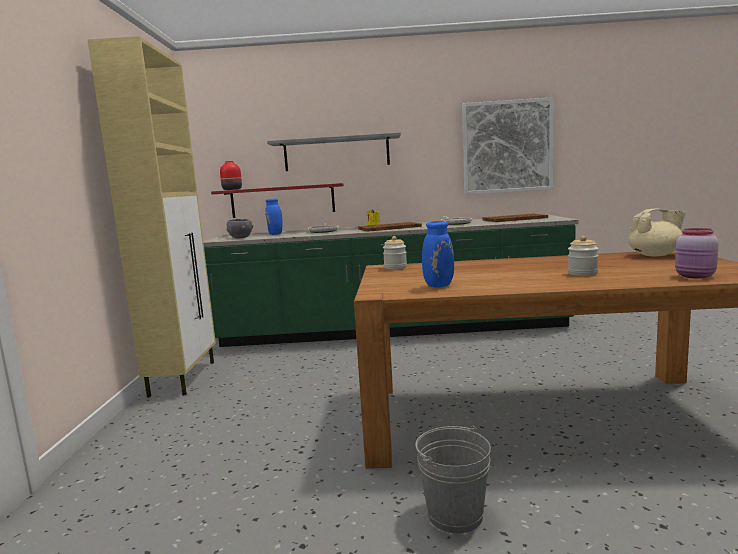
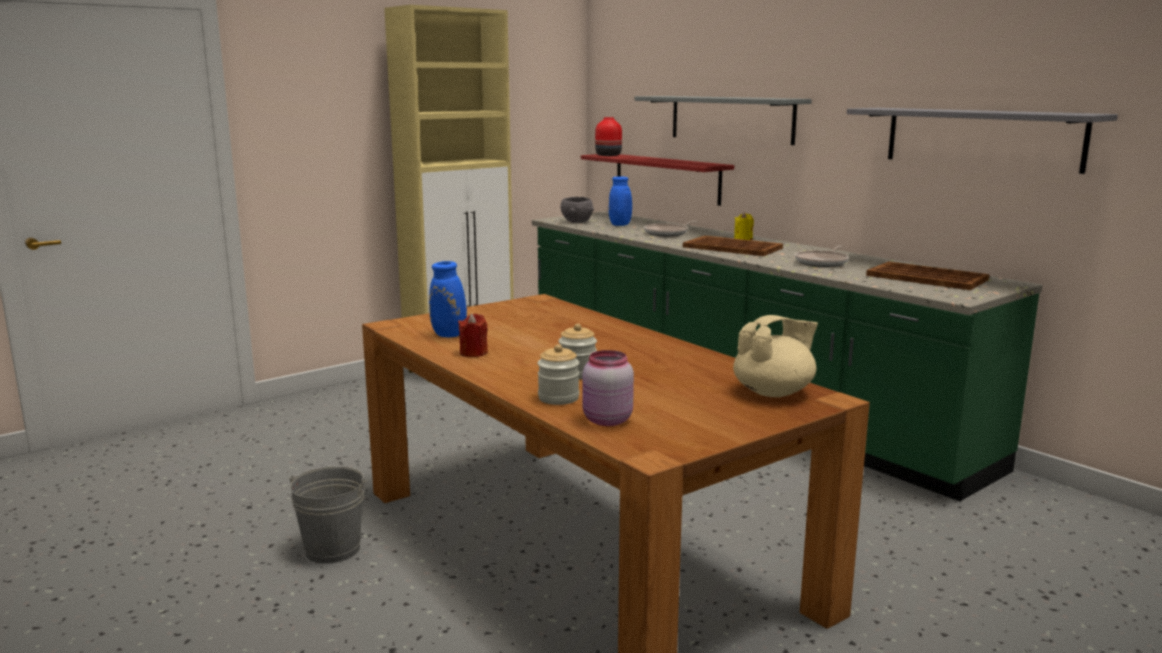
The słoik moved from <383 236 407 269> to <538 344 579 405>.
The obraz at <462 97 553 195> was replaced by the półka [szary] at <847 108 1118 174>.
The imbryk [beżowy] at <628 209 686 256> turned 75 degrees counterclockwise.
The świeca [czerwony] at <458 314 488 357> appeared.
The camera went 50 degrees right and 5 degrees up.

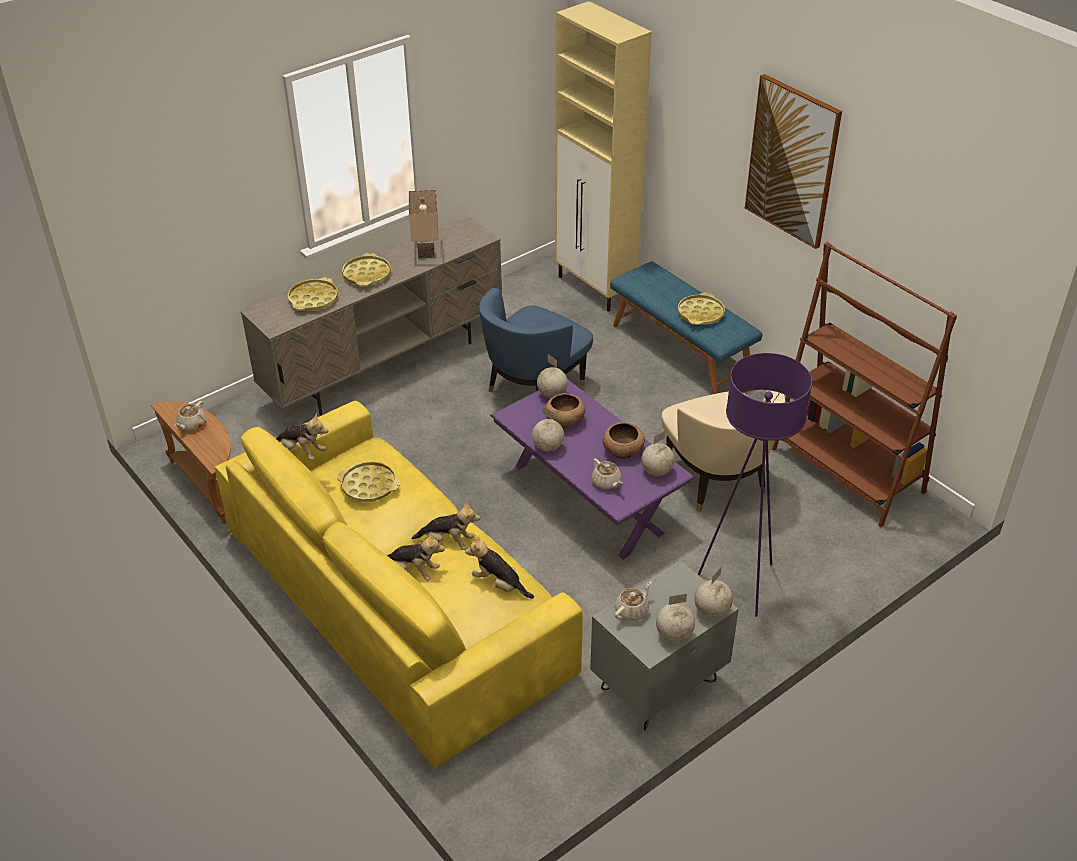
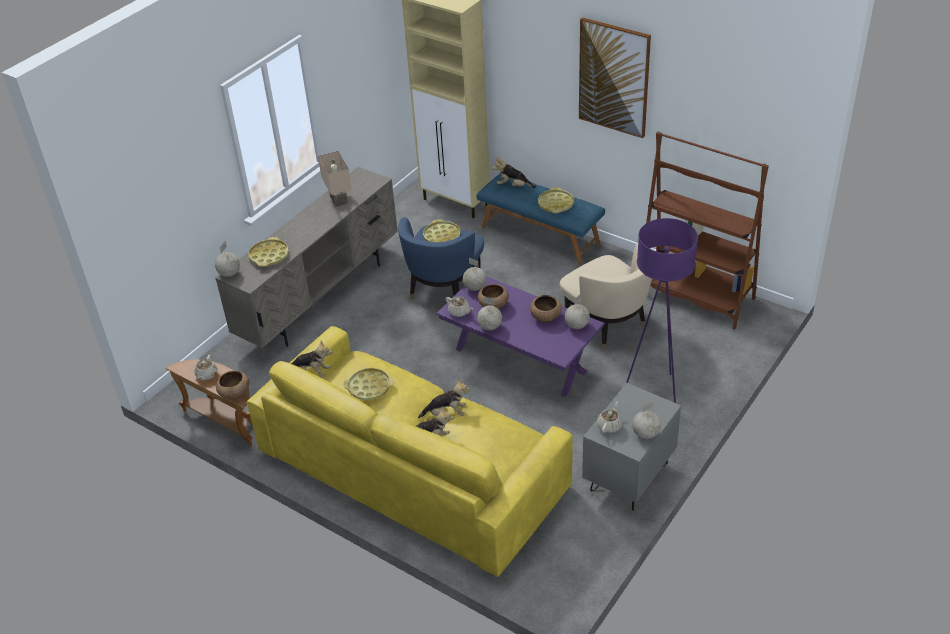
The taca [żółty] moved from <342 253 391 286> to <423 219 460 242>.
The pluszak moved from <465 535 534 599> to <492 157 536 188>.
The imbryk [beżowy] moved from <592 458 623 489> to <446 297 473 317>.
The globus moved from <694 567 733 618> to <215 241 240 277>.
The miska [brązowy] at <216 370 249 400> appeared.
The camera went 15 degrees left and 0 degrees up.

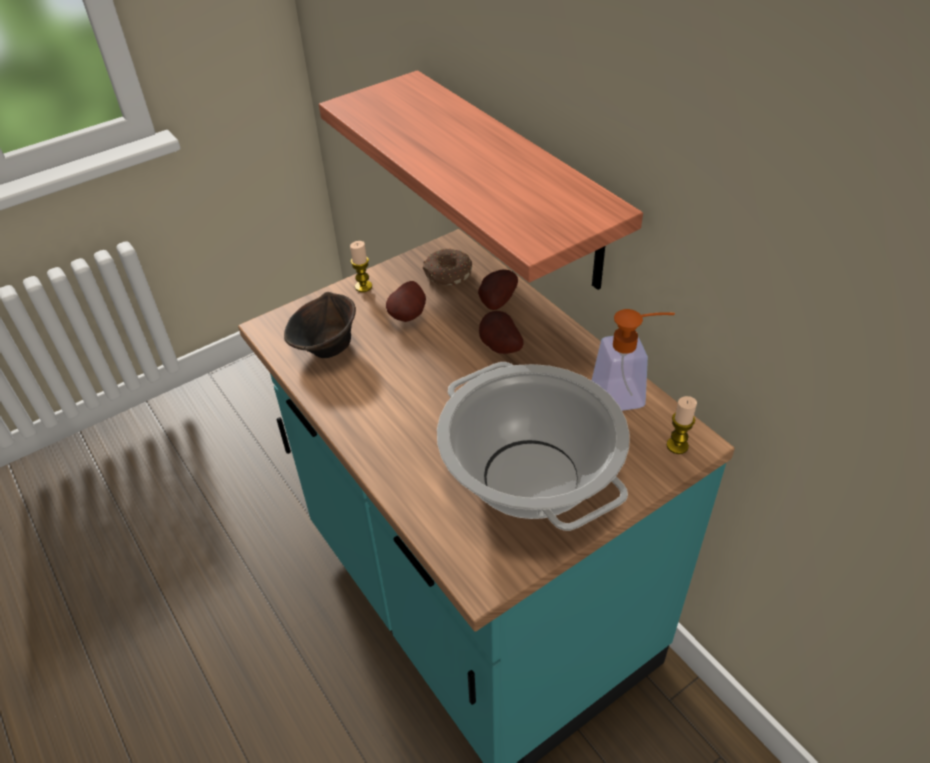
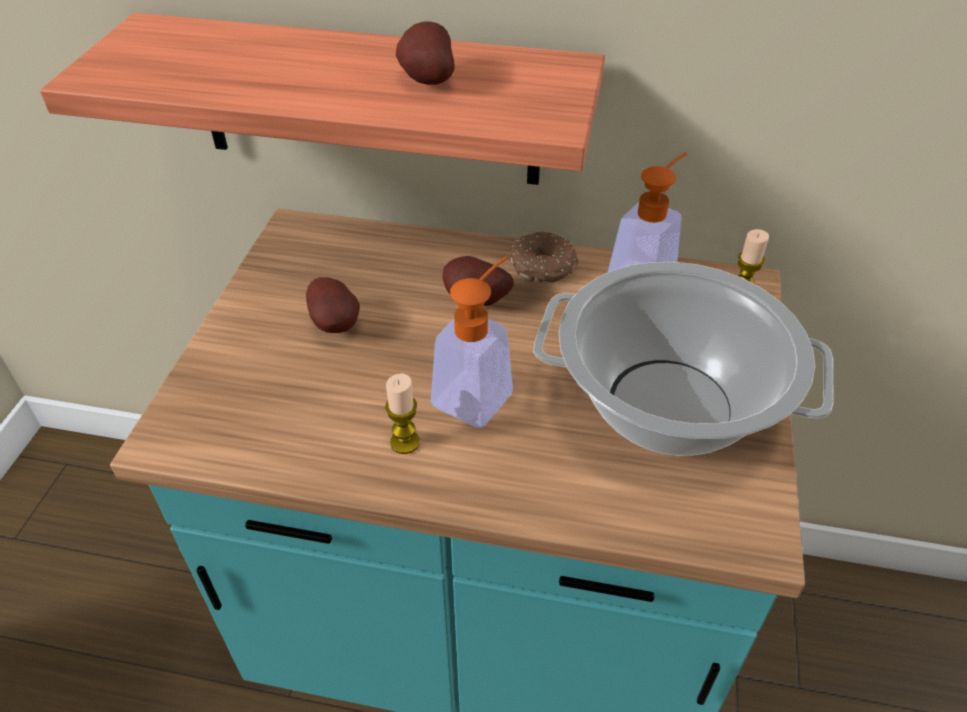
The miska [brązowy] at <284 292 356 358> disappeared.
The świeca moved from <350 241 372 292> to <385 373 420 454>.
The donut moved from <423 248 472 285> to <509 231 578 283>.
The ziemniak moved from <478 269 518 310> to <396 22 455 85>.
The dozownik mydła at <431 256 513 428> appeared.
The camera went 45 degrees left and 0 degrees up.

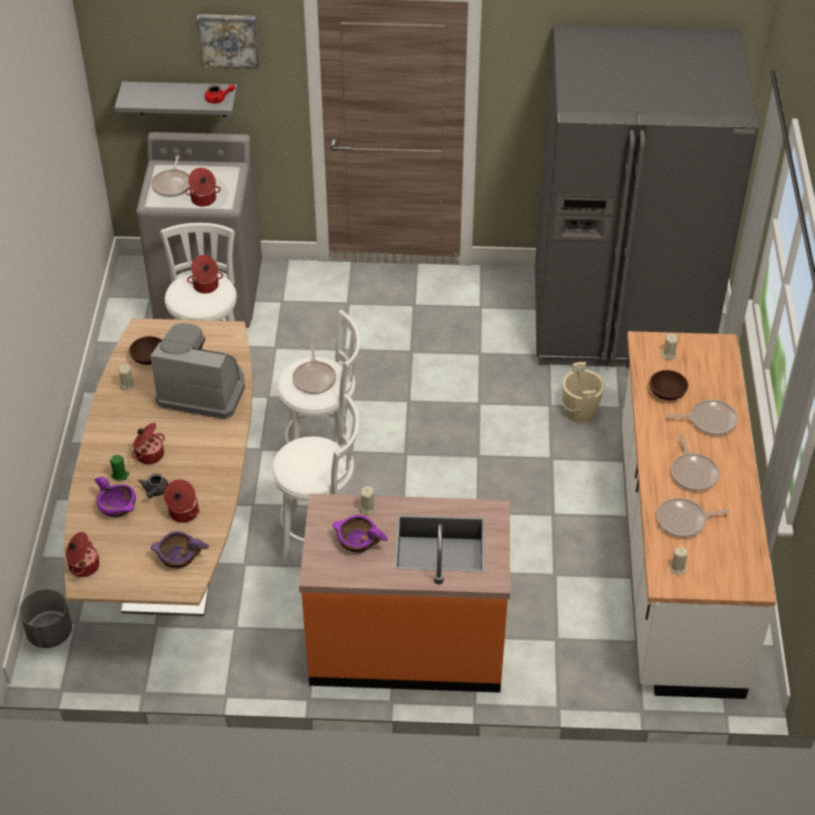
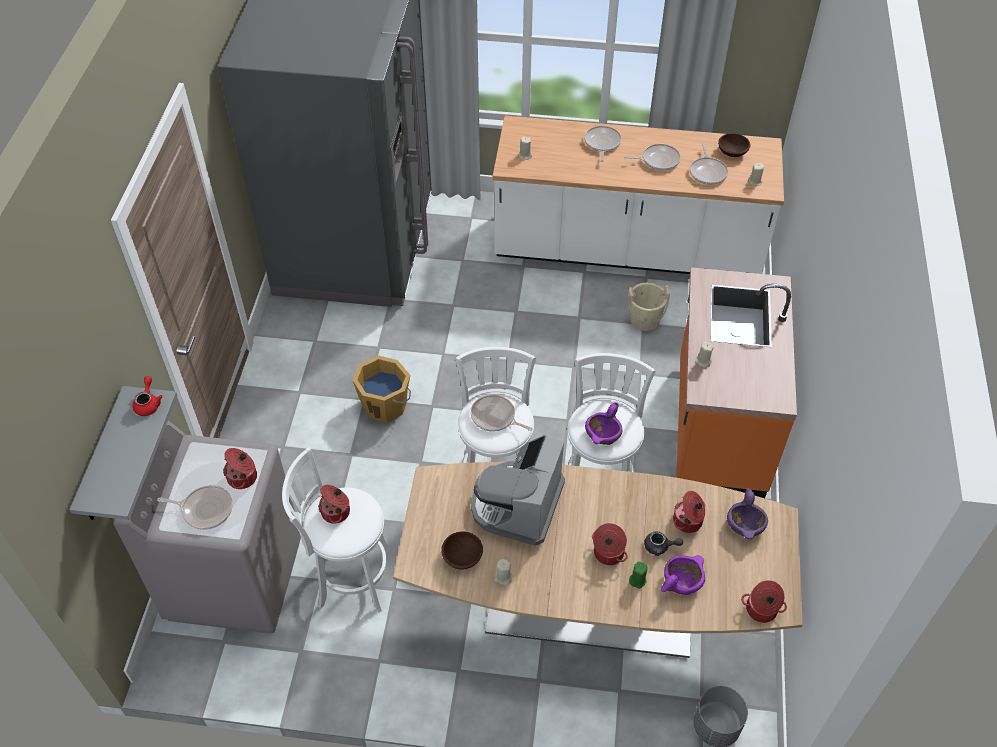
The obraz at <196 14 259 69> disappeared.
The patelnia at <292 344 336 394> turned 150 degrees counterclockwise.
The miska [fioletowy] moved from <332 515 388 553> to <585 403 623 445>.
The wiadro [beżowy] moved from <561 362 605 423> to <627 282 670 331>.
The miska [brązowy] moved from <650 370 688 400> to <718 133 751 157>.
The wiadro [pomarańczowy] at <353 355 411 423> appeared.
The camera went 85 degrees left and 5 degrees up.

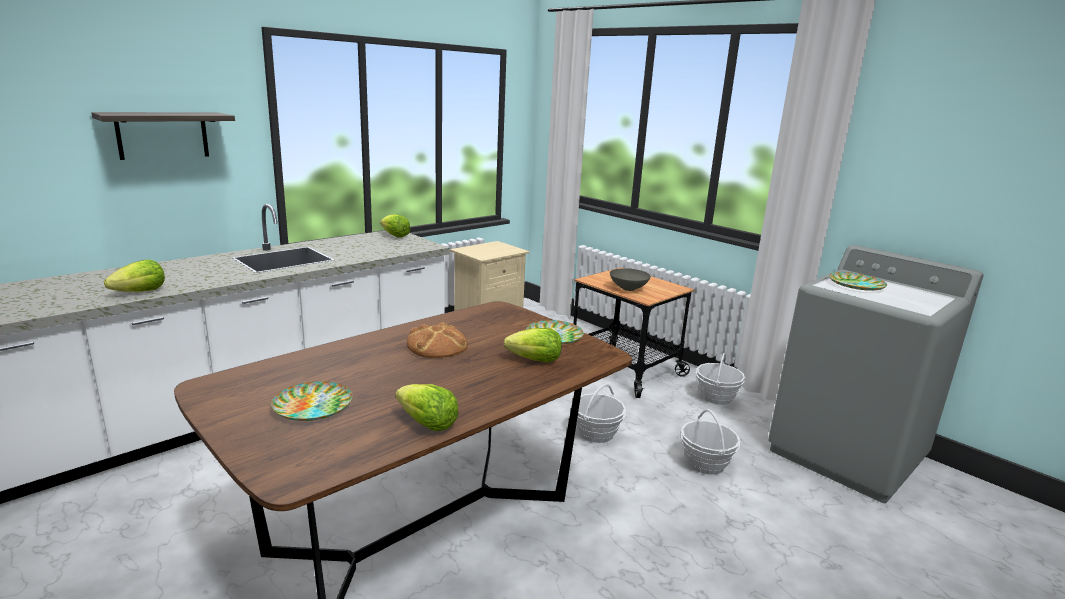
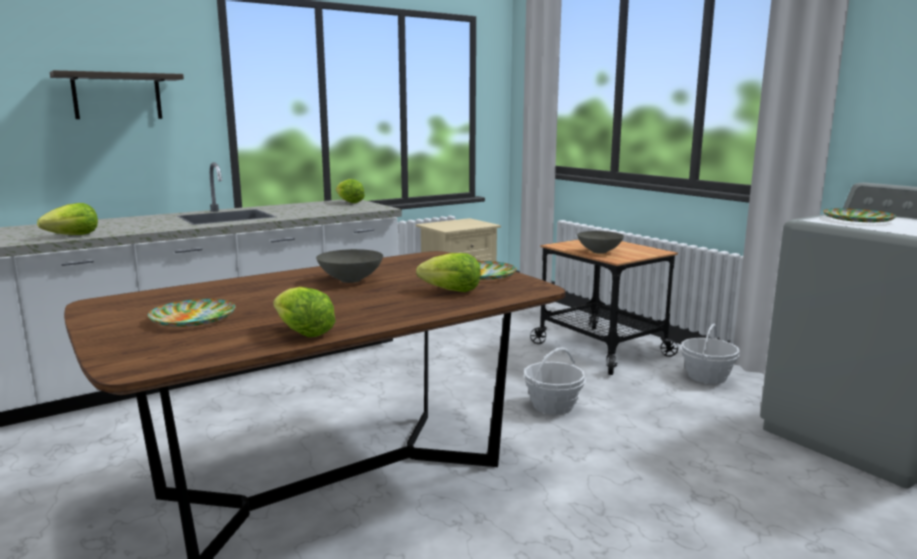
The chleb at <407 322 468 358> was replaced by the miska [szary] at <316 249 383 283>.
The koszyk at <680 409 740 475> disappeared.
The camera went 10 degrees right and 5 degrees down.

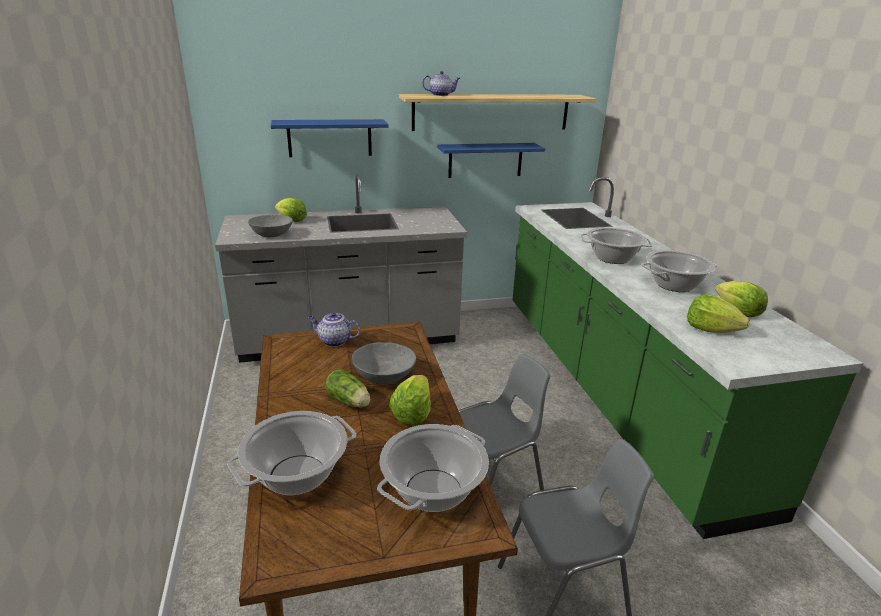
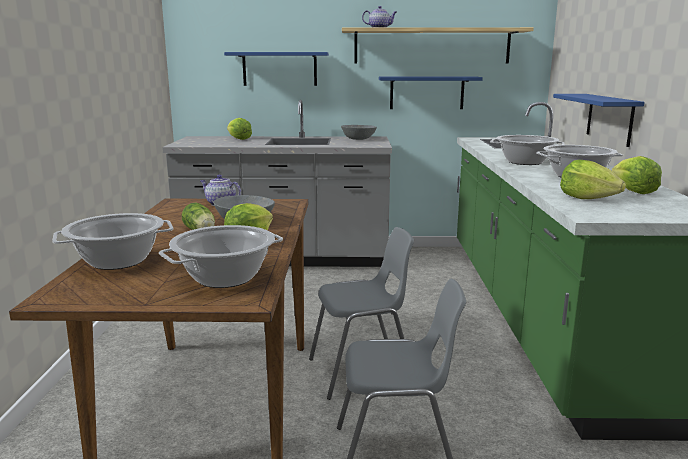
The miska [szary] moved from <248 215 293 237> to <341 125 377 140>.
The półka [niebieski] at <553 94 645 147> appeared.
The camera went 15 degrees right and 10 degrees down.

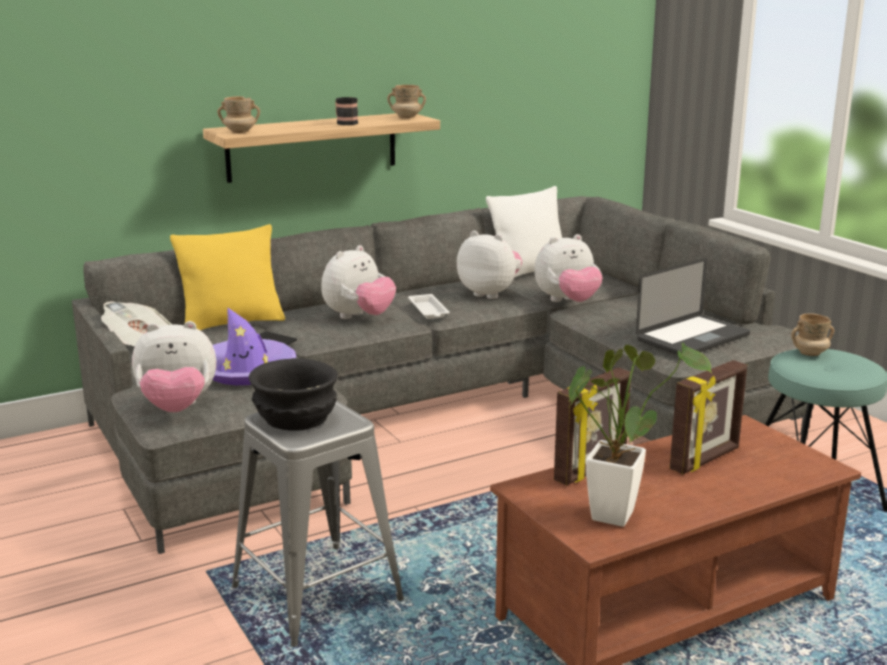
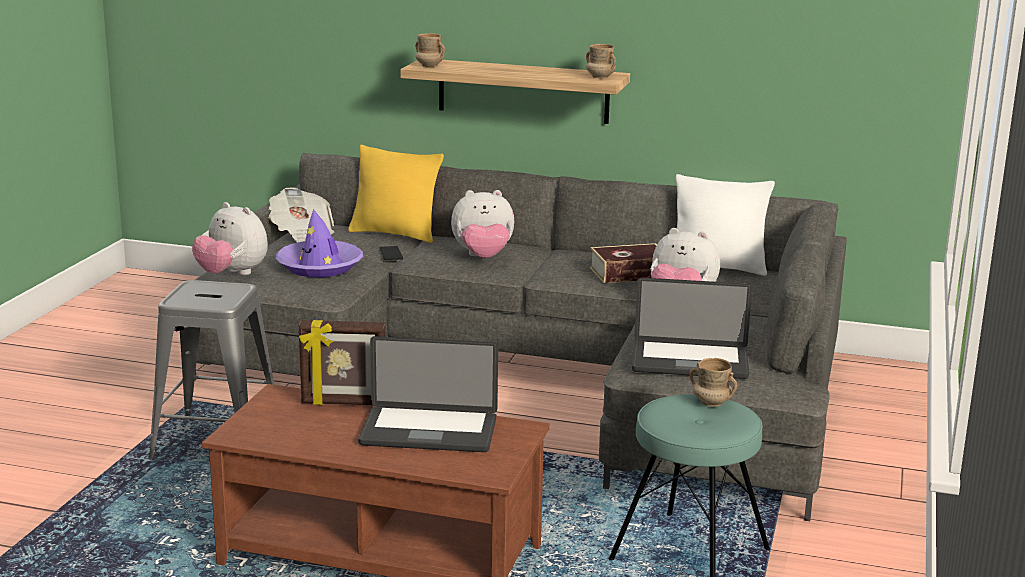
The miska [czarny] at <249 358 338 431> disappeared.
The kubek at <335 97 358 125> disappeared.
The taca [biały] at <408 294 450 319> disappeared.
The pluszak at <457 231 522 299> was replaced by the książka at <590 243 657 283>.
The roślina doniczkowa at <569 342 712 527> disappeared.
The ramka na zdjęcie at <670 360 747 474> was replaced by the laptop at <358 336 498 452>.
The camera went 45 degrees right and 0 degrees up.

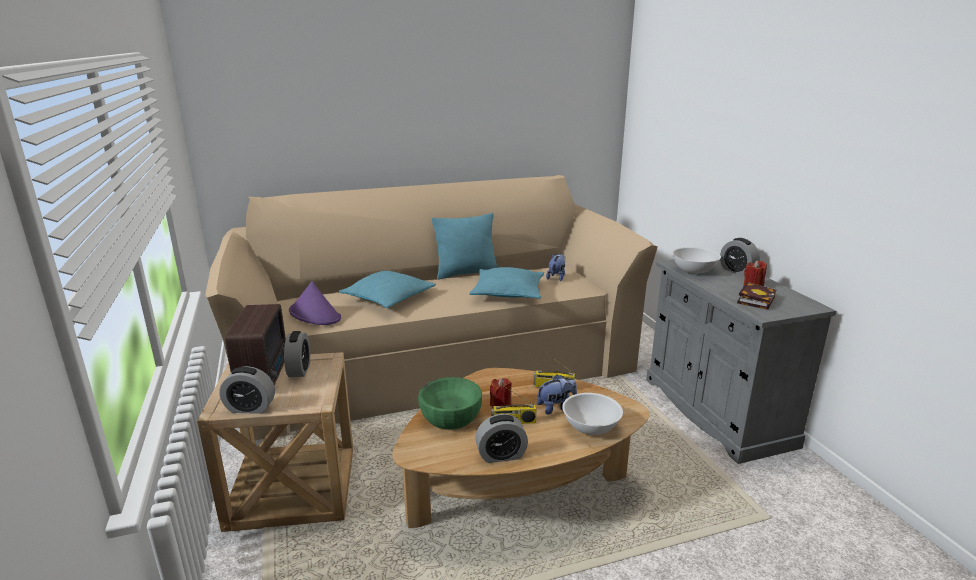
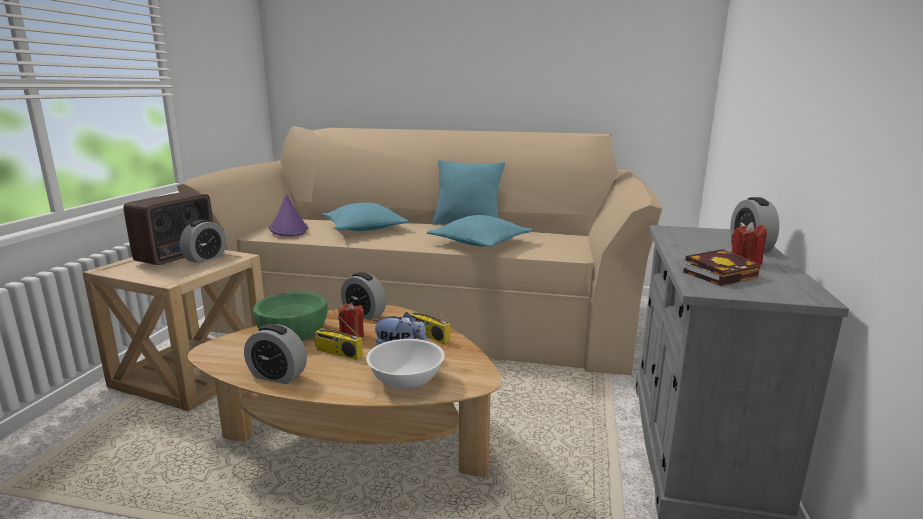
The budzik moved from <219 366 275 414> to <341 272 387 320>.
The pluszak at <546 254 565 281> disappeared.
The miska [biały] at <672 247 721 273> disappeared.
The camera went 30 degrees right and 5 degrees down.

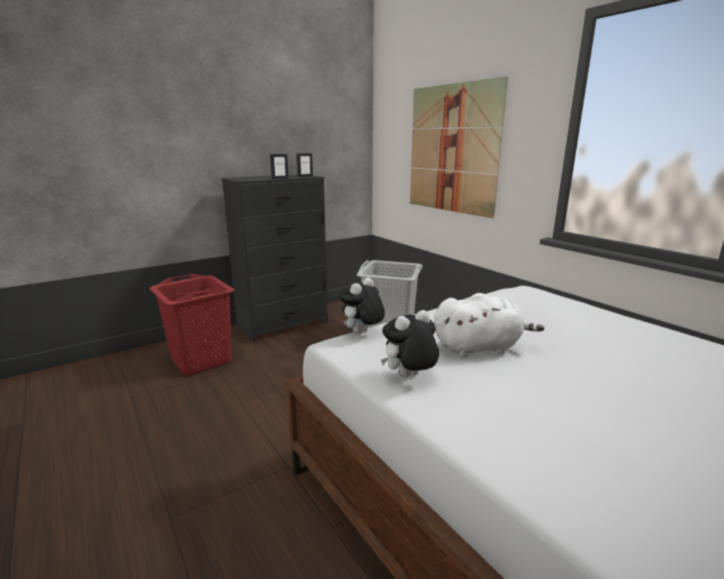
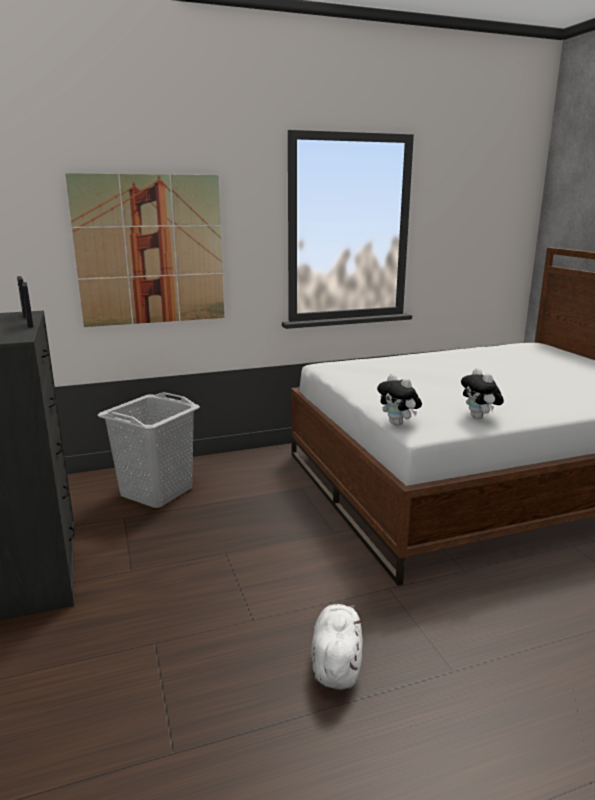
The kosz na pranie [czerwony] at <149 274 234 375> disappeared.
The pluszak [biały] moved from <434 293 544 357> to <311 604 363 690>.
The camera went 75 degrees left and 0 degrees up.

